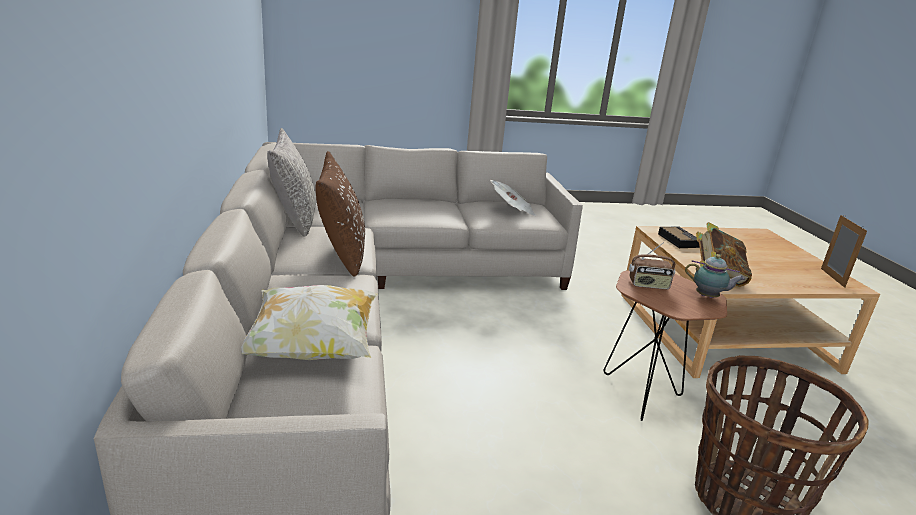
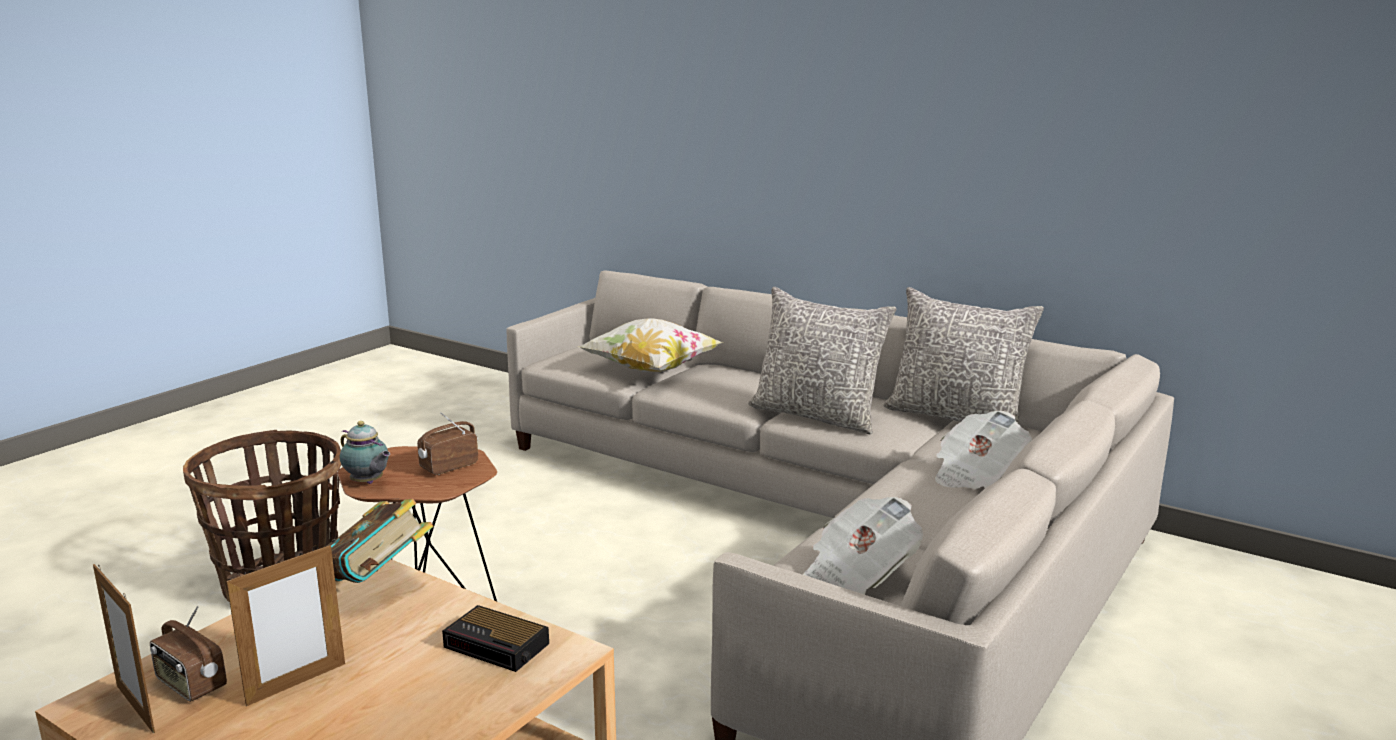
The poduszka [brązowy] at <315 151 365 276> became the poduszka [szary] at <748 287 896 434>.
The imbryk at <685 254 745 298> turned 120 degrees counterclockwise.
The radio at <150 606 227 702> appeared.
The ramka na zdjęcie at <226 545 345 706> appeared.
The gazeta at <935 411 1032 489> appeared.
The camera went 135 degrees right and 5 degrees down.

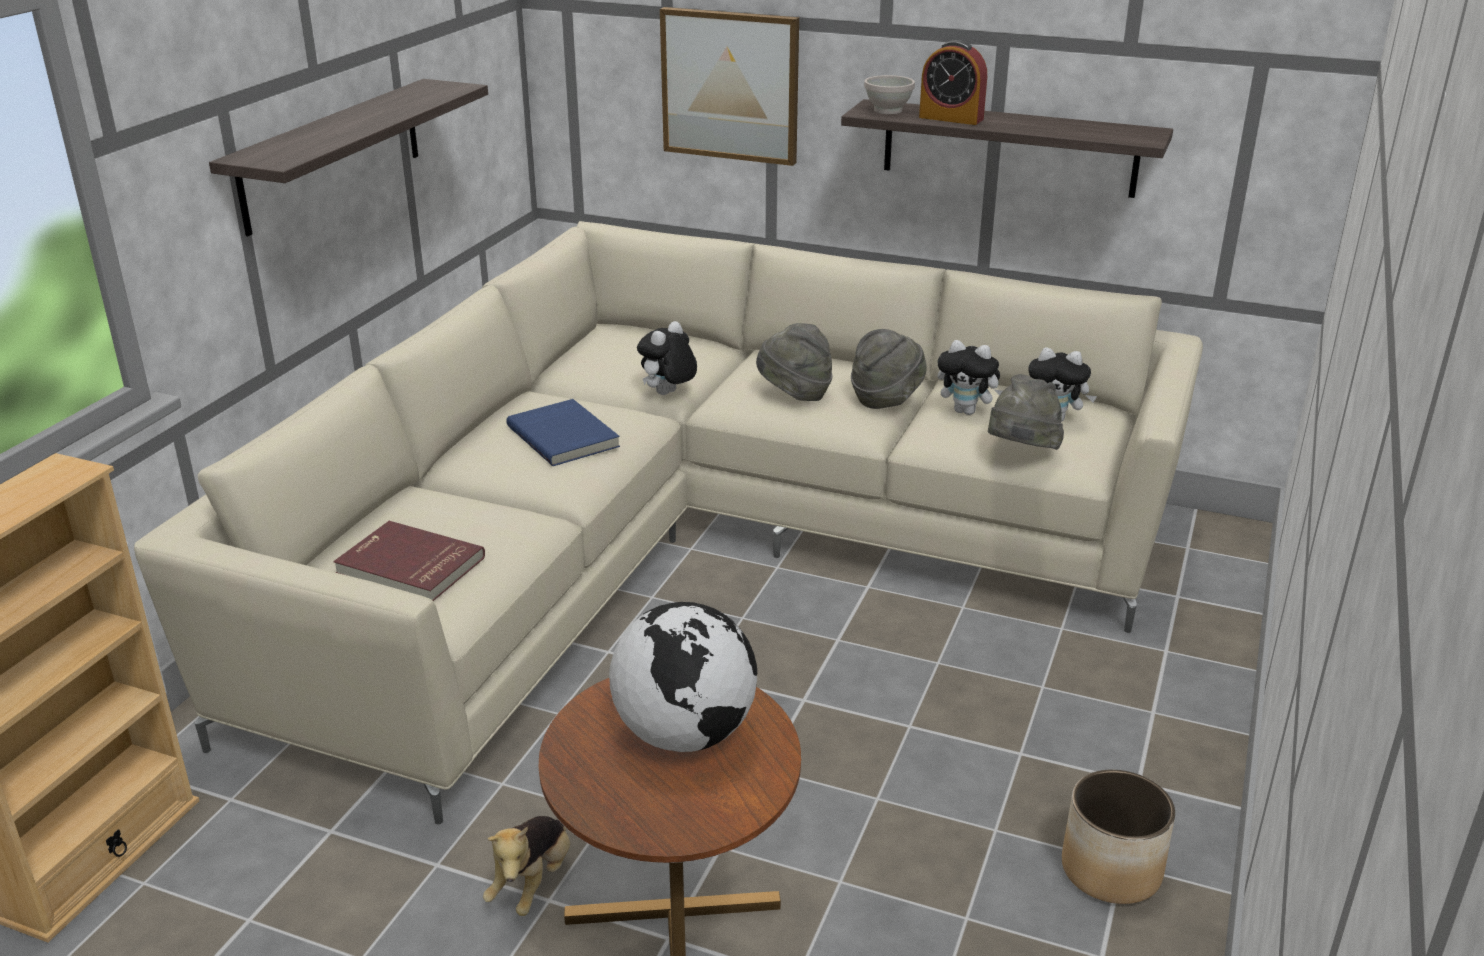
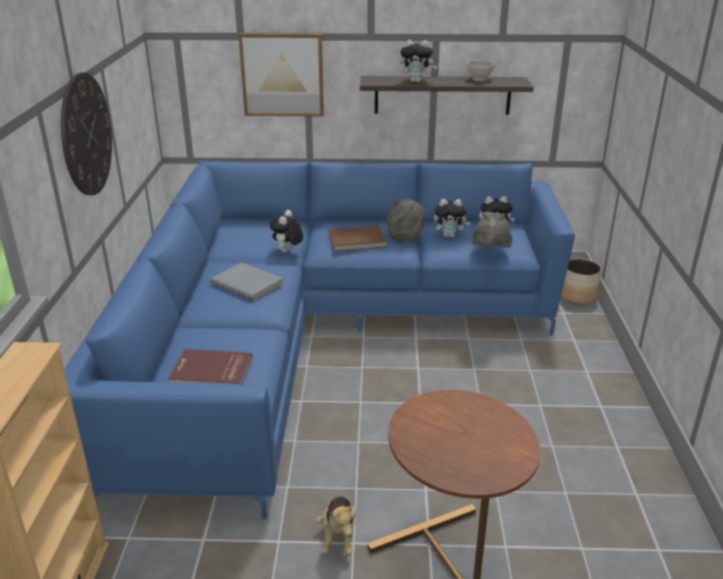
The kanapa [beżowy] at <134 221 1203 824> became the kanapa [niebieski] at <64 161 575 519>.
The półka at <209 79 488 236> was replaced by the zegar ścienny at <61 73 112 195>.
The książka [niebieski] at <506 399 620 466> became the książka [szary] at <210 262 283 301>.
The globus at <609 602 757 752> disappeared.
The kapelusz [szary] at <756 323 833 401> was replaced by the książka [brązowy] at <329 225 387 251>.
The miska [biały] moved from <864 75 915 114> to <467 60 495 81>.
The budzik at <919 40 987 125> was replaced by the pluszak at <400 40 437 83>.
The donica moved from <1062 770 1175 904> to <561 259 602 305>.
The camera went 20 degrees left and 0 degrees up.

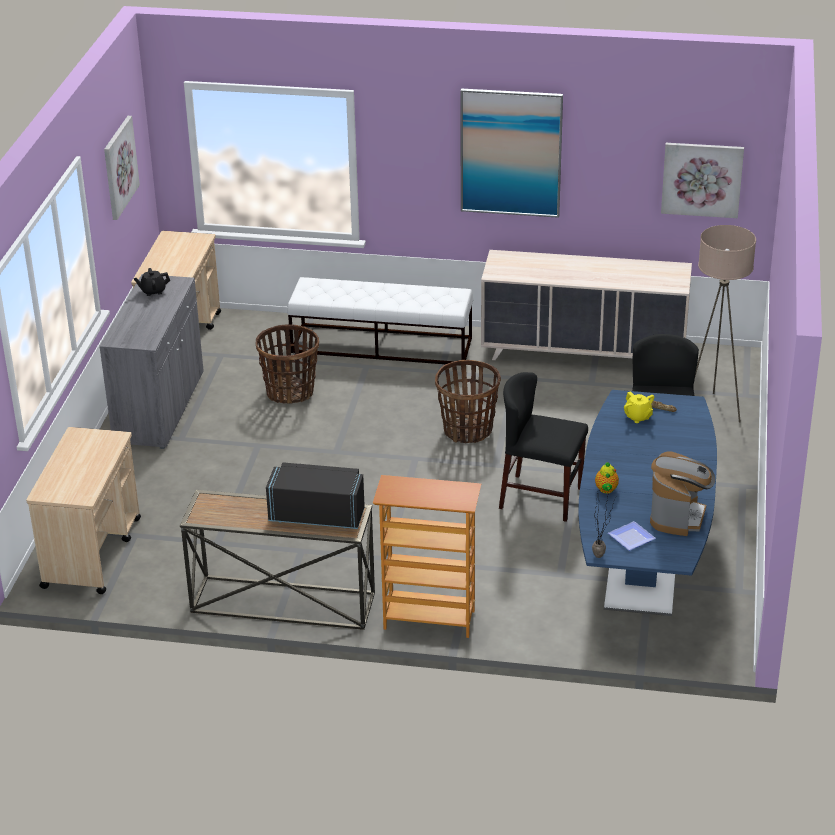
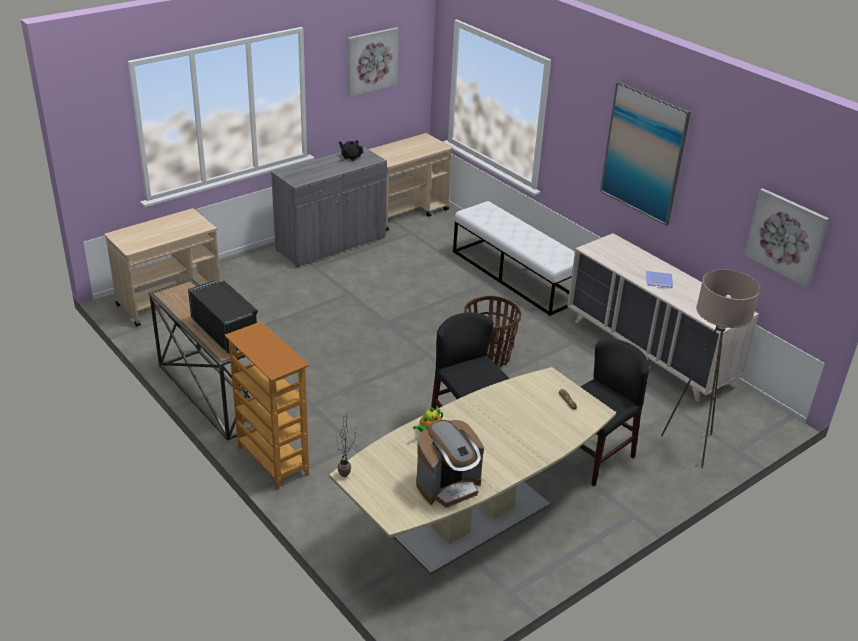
The koszyk at <256 324 319 404> disappeared.
The stół jadalny [niebieski] at <579 390 717 616> became the stół jadalny [beżowy] at <329 367 616 575>.
The talerz moved from <608 521 656 551> to <646 271 673 287>.
The imbryk [żółty] at <624 391 654 423> disappeared.
The camera went 40 degrees right and 0 degrees up.

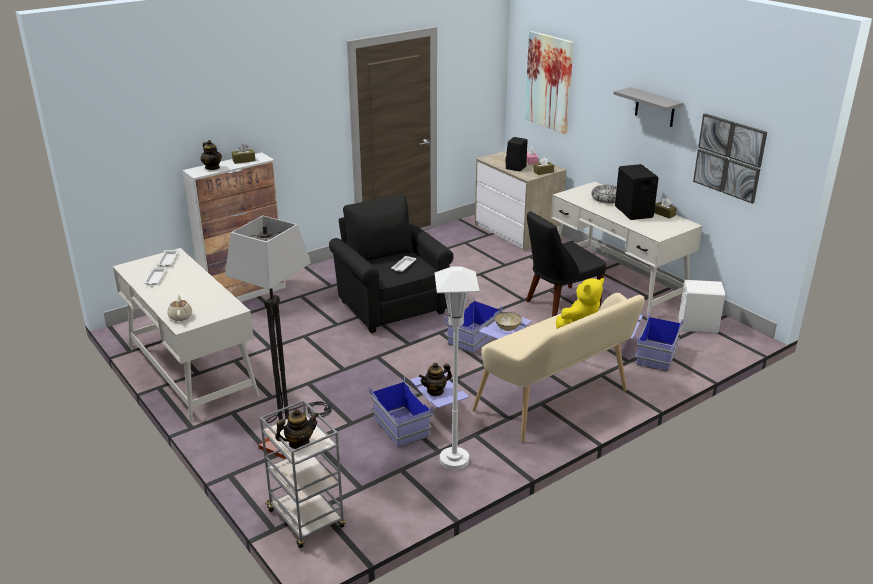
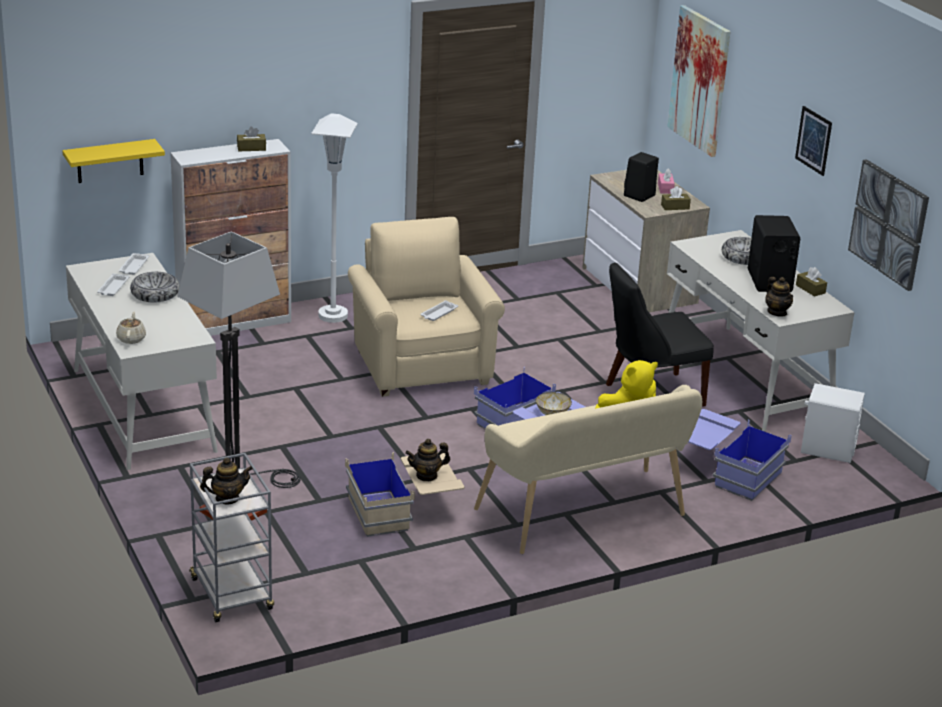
The imbryk moved from <200 140 222 170> to <765 277 793 317>.
The fotel [czarny] at <329 194 454 333> became the fotel [beżowy] at <348 217 505 397>.
The pojemnik do przechowywania [niebieski] at <369 374 469 448> became the pojemnik do przechowywania [beżowy] at <345 452 465 537>.
The lampa stojąca [biały] moved from <435 266 480 470> to <311 113 358 323>.
The półka [szary] at <614 87 684 127> was replaced by the obraz at <795 106 832 176>.
The półka [żółty] at <62 139 165 183> appeared.
The miska at <130 272 180 303> appeared.
The camera went 10 degrees right and 0 degrees up.

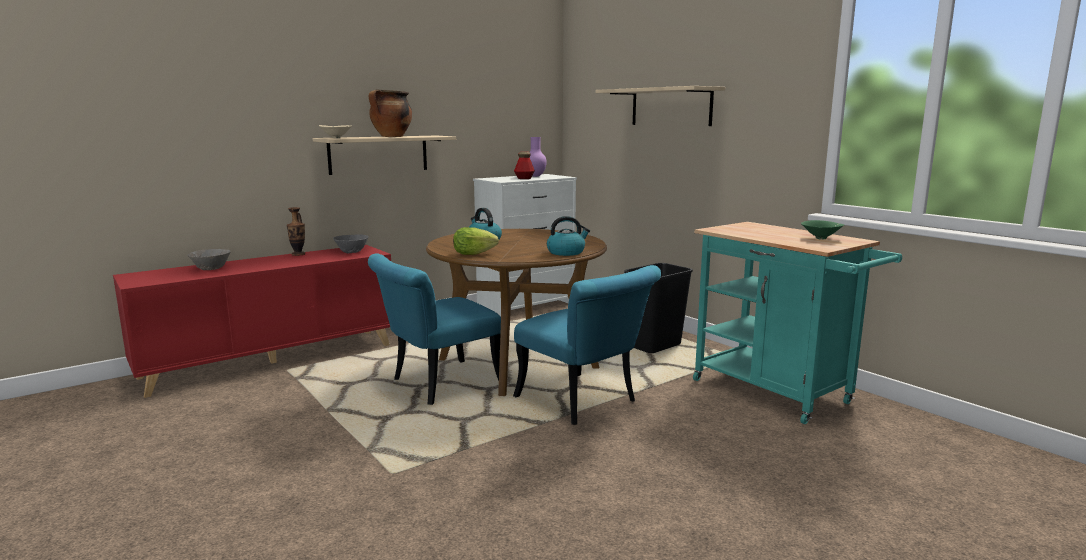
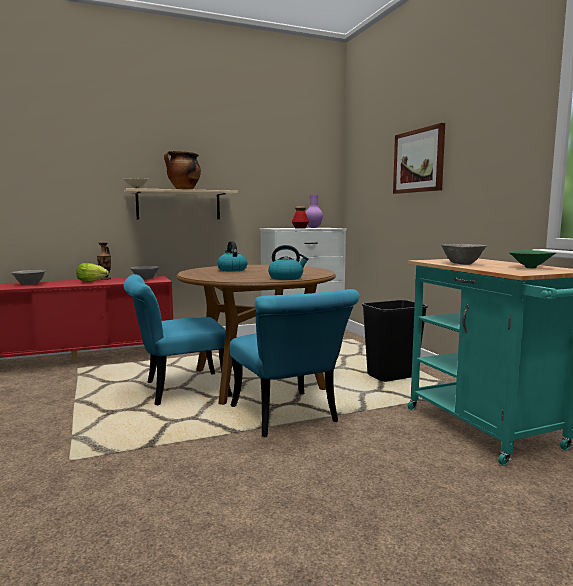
The sałata moved from <453 227 499 255> to <76 263 109 282>.
The półka [beżowy] at <595 86 725 126> was replaced by the obraz at <393 123 445 194>.
The miska [szary] at <441 244 486 265> appeared.
The camera went 15 degrees right and 5 degrees down.

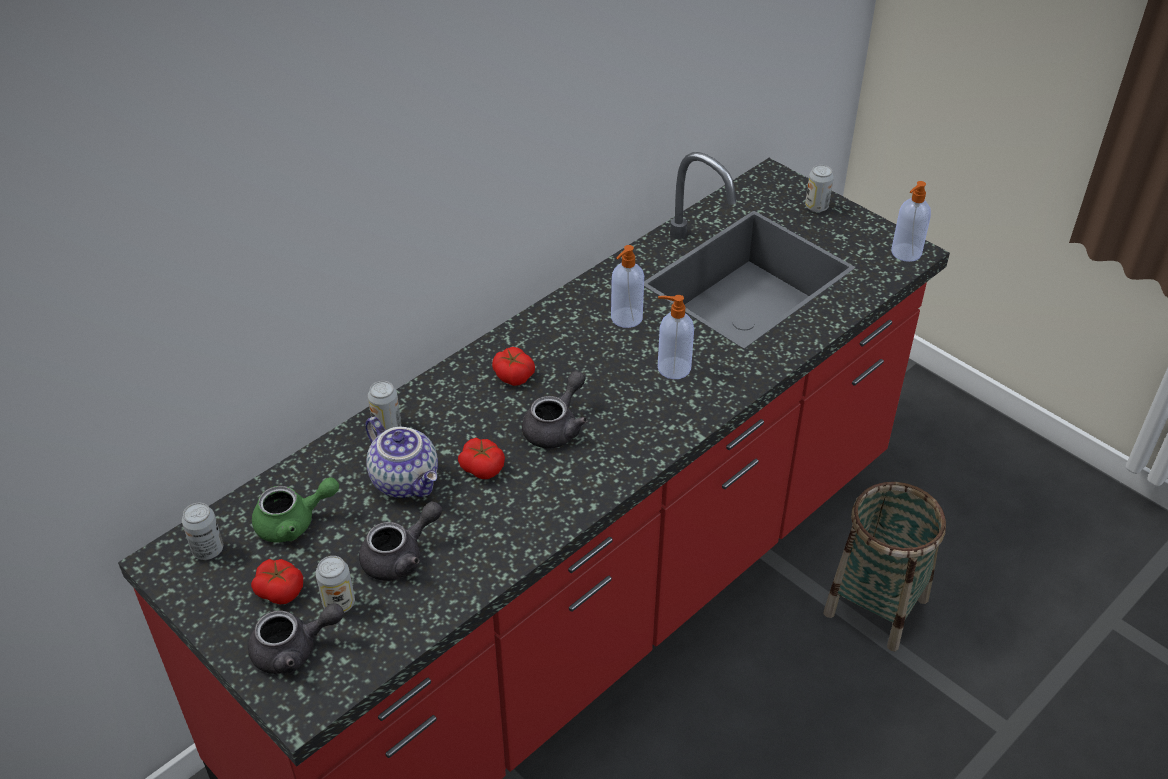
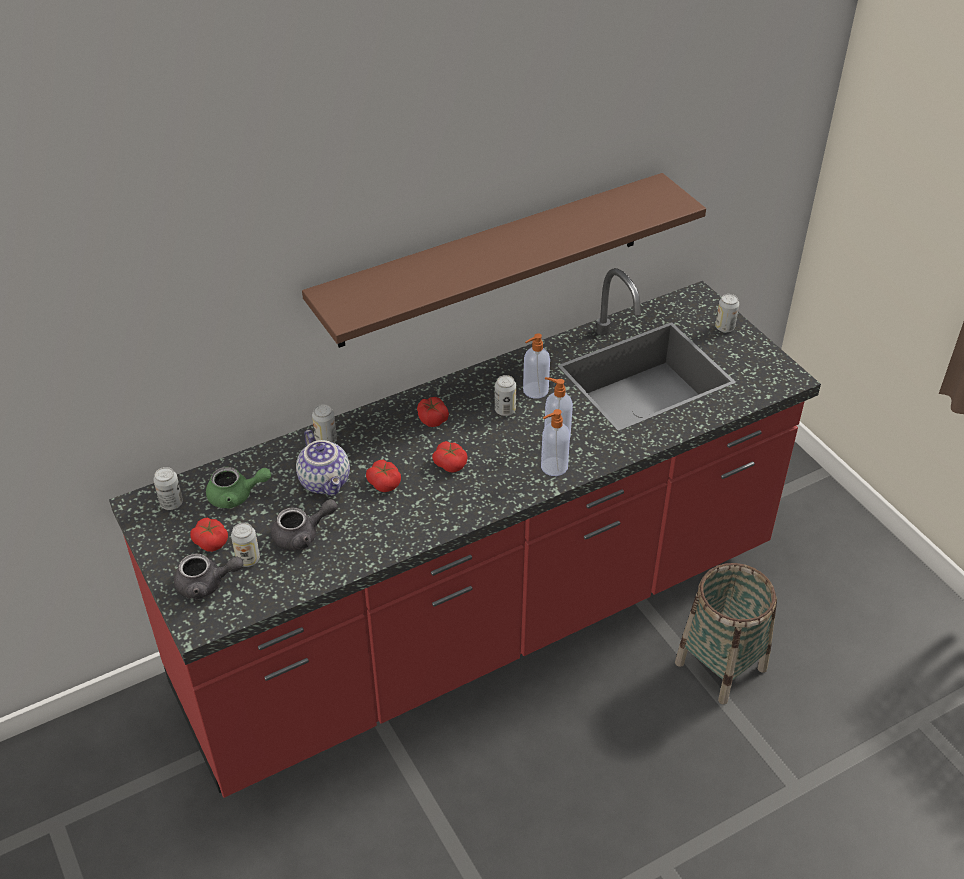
The imbryk [szary] at <522 370 588 448> was replaced by the pomidor at <432 441 468 473>.
The dozownik mydła moved from <891 181 931 262> to <541 409 570 476>.
The półka [brązowy] at <302 173 706 348> appeared.
The puszka at <495 375 517 416> appeared.
The camera went 15 degrees right and 0 degrees up.

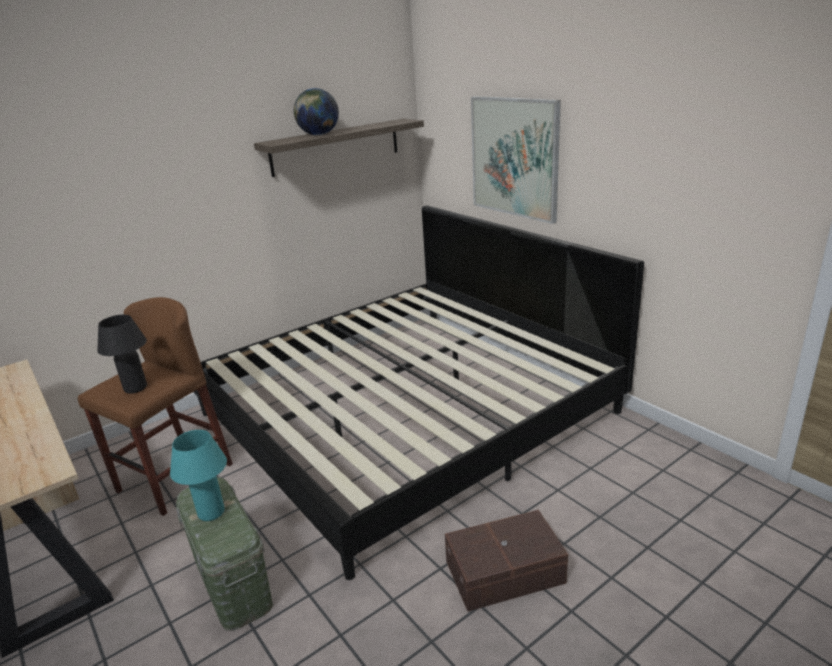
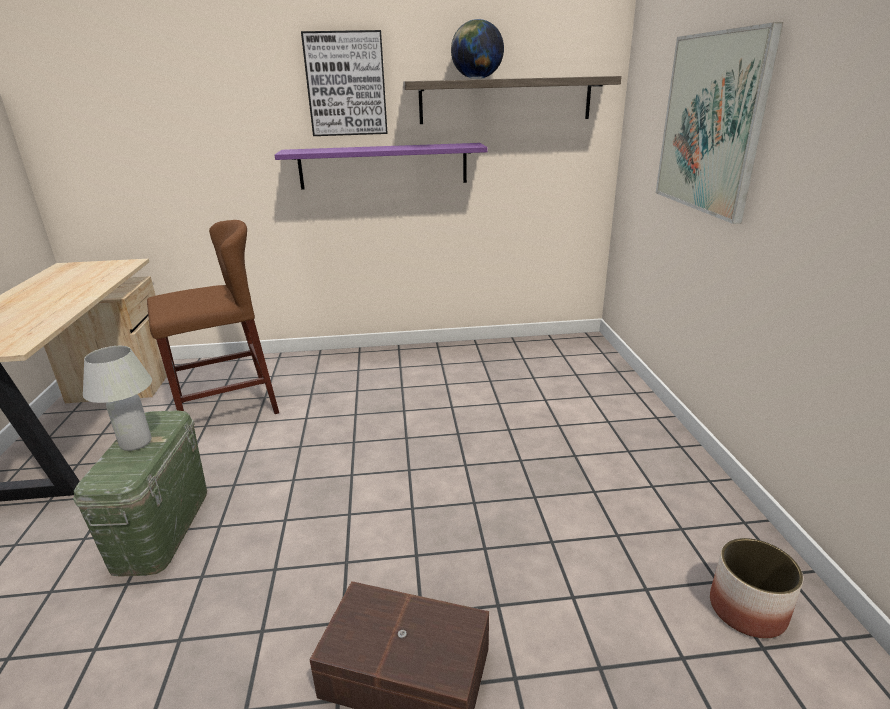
The lampa stołowa [czarny] at <97 315 147 394> disappeared.
The lampa stołowa [turkusowy] at <170 430 227 521> became the lampa stołowa [biały] at <83 346 152 451>.
The łóżko at <194 205 644 580> disappeared.
The półka [fioletowy] at <275 143 488 190> appeared.
The obraz at <301 30 388 136> appeared.
The donica at <710 538 803 638> appeared.
The camera went 30 degrees right and 0 degrees up.

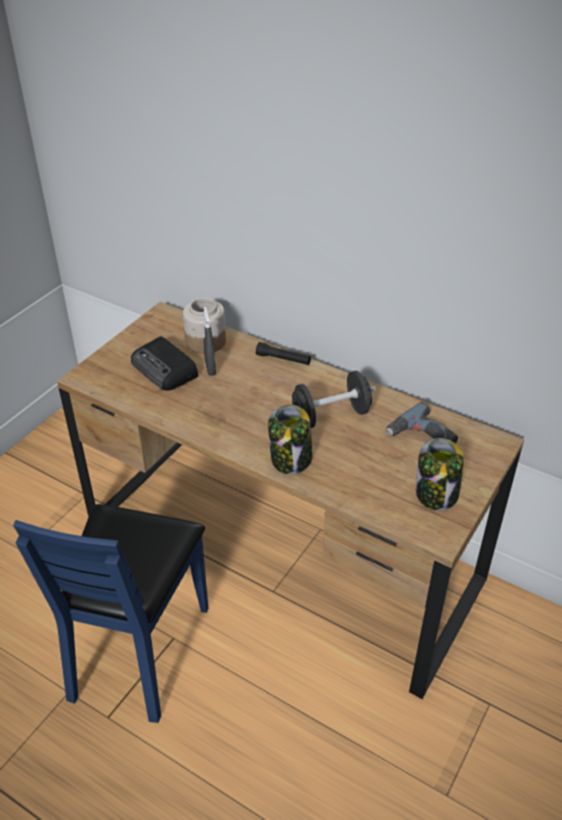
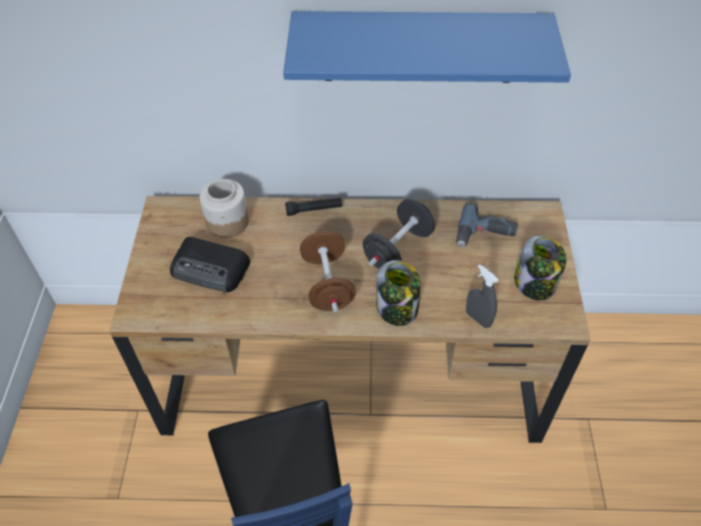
The spryskiwacz [szary] moved from <204 307 216 376> to <466 264 499 328>.
The półka [niebieski] at <283 11 571 83> appeared.
The hantel [brązowy] at <300 231 356 312> appeared.
The camera went 30 degrees left and 10 degrees up.

